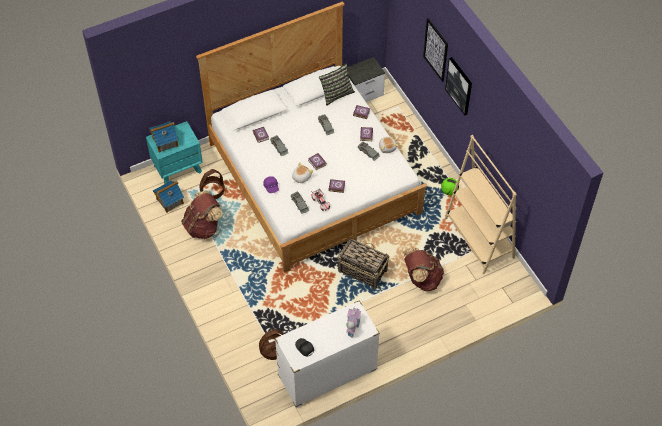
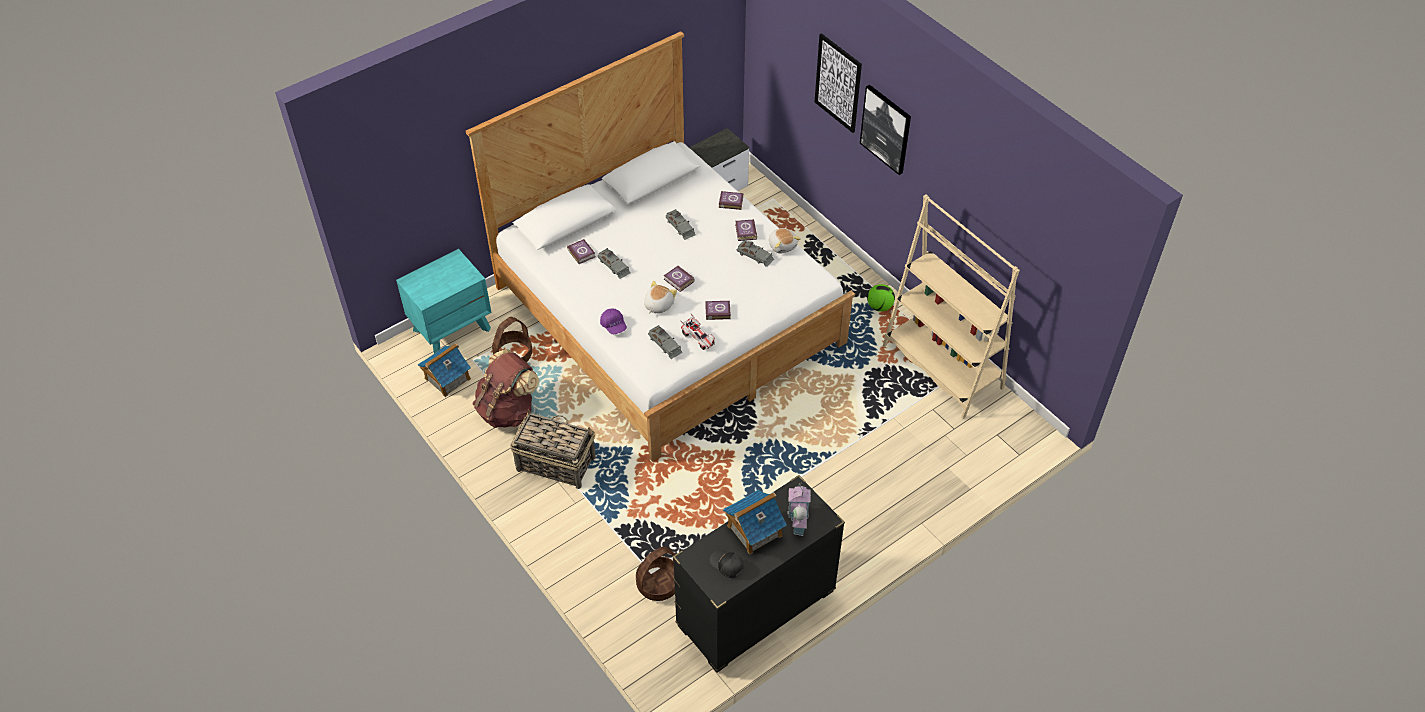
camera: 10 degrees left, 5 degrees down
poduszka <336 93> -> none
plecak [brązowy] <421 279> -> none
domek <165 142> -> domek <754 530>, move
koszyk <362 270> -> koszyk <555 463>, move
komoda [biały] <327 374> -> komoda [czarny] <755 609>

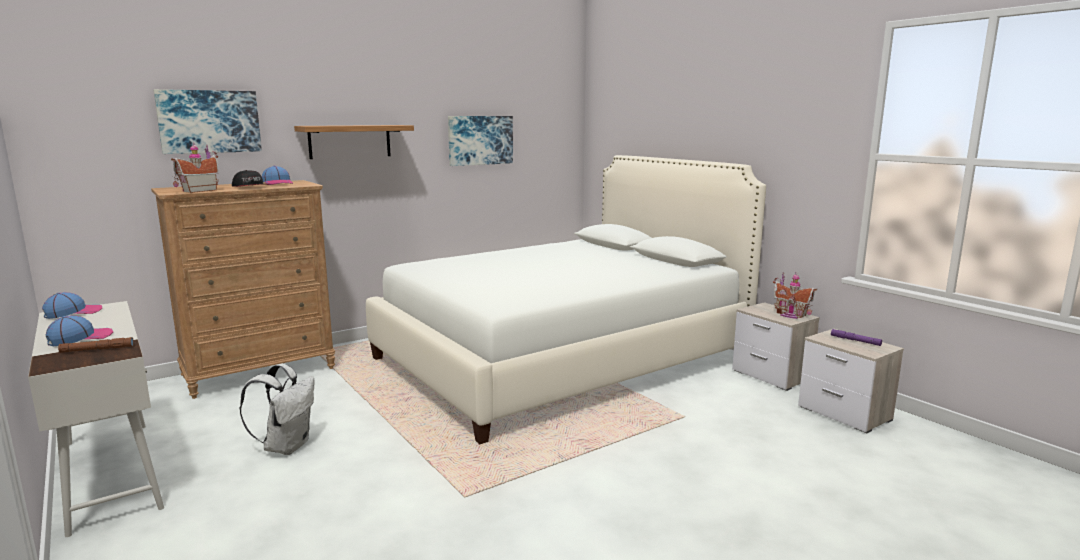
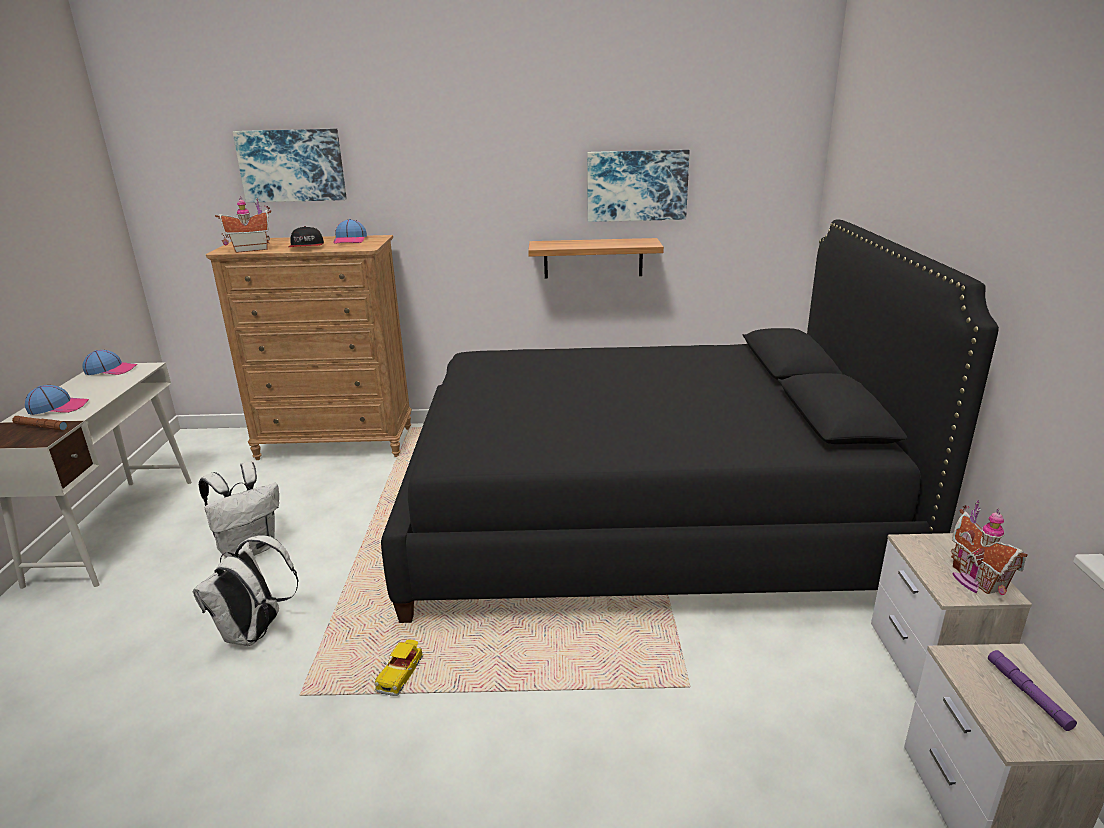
camera: 35 degrees right, 10 degrees up
none -> plecak [biały] <255 633>
none -> samochodzik <401 674>
półka <350 141> -> półka <593 258>, move
łóżko [biały] <561 359> -> łóżko [czarny] <641 518>

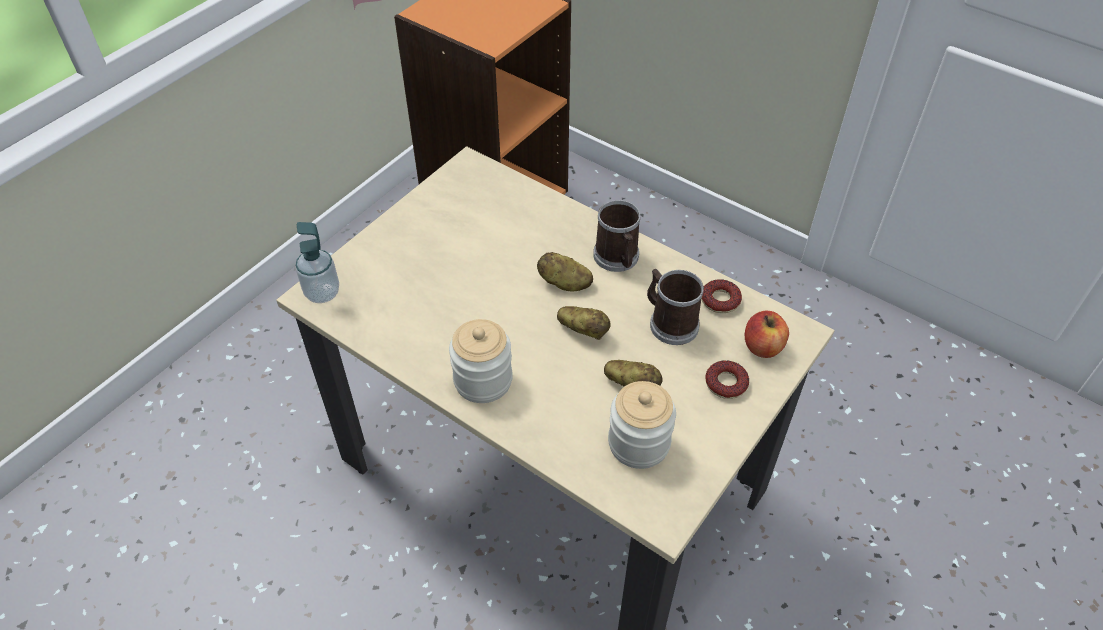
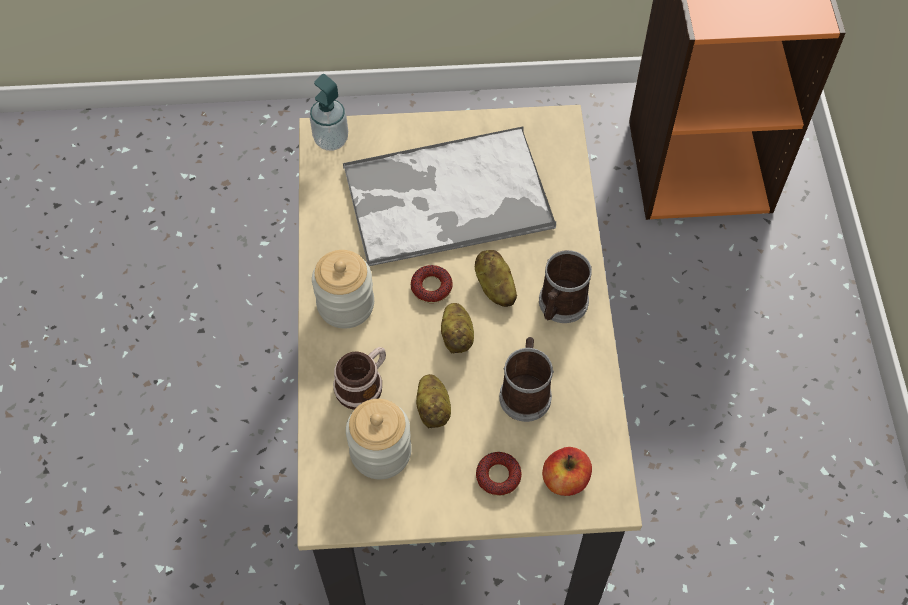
camera: 50 degrees right, 10 degrees up
none -> kubek <363 384>
none -> taca <445 198>
donut <720 300> -> donut <431 287>, move

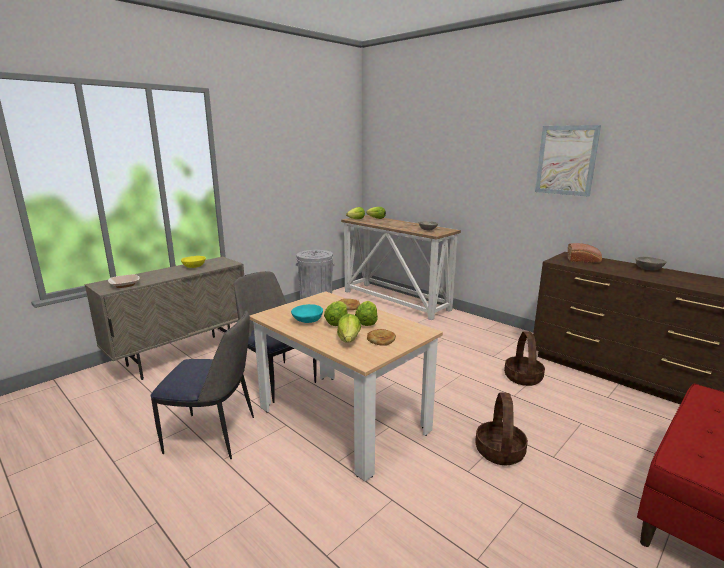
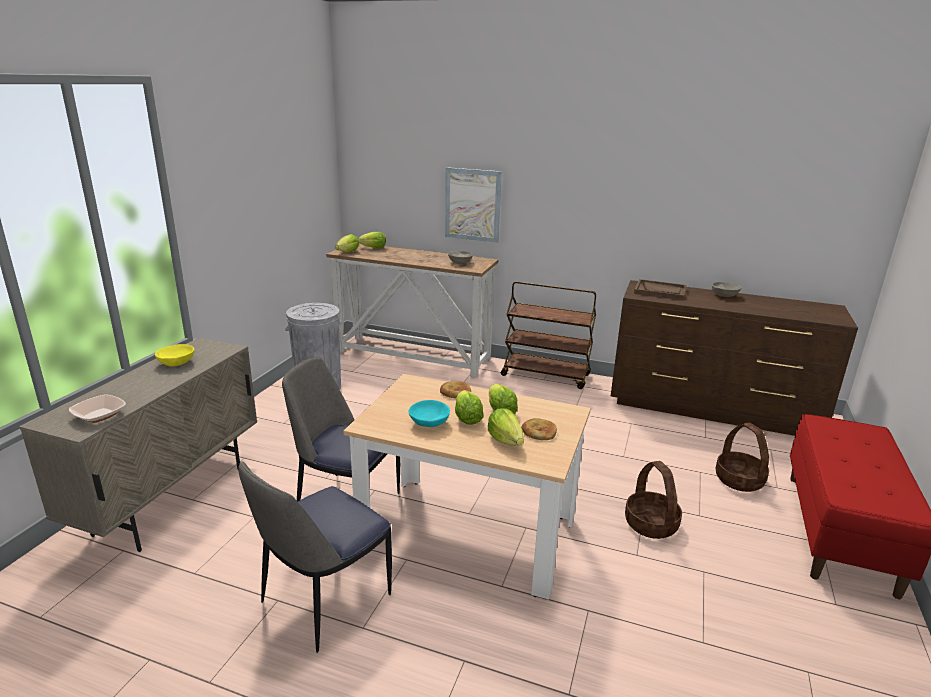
camera: 25 degrees left, 5 degrees up
none -> wózek [brązowy] <546 375>
koszyk <523 378> -> koszyk <739 480>, move
obraz <566 160> -> obraz <472 205>, move
chleb <584 260> -> taca [brązowy] <660 291>
krzesło <213 435> -> krzesło <323 601>, 150 degrees clockwise

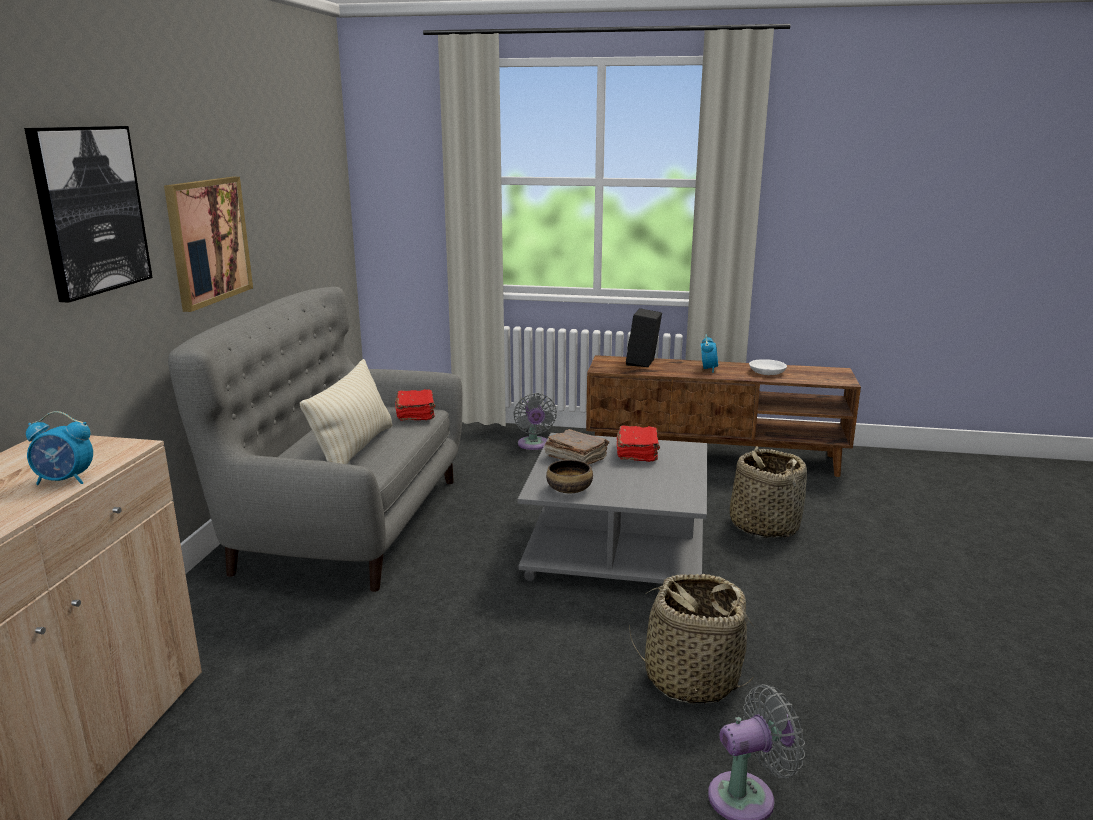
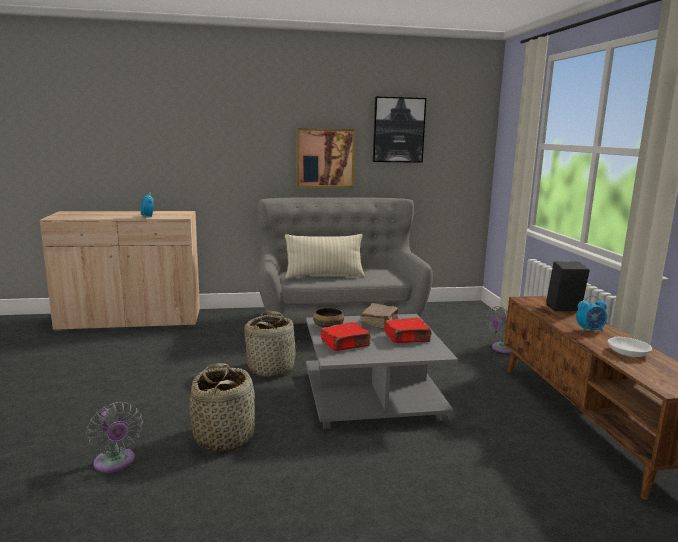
camera: 70 degrees right, 5 degrees down
obraz <90 210> -> obraz <398 130>, move
książka [czerwony] <416 414> -> książka [czerwony] <345 345>, move
koszyk <764 525> -> koszyk <271 368>, move

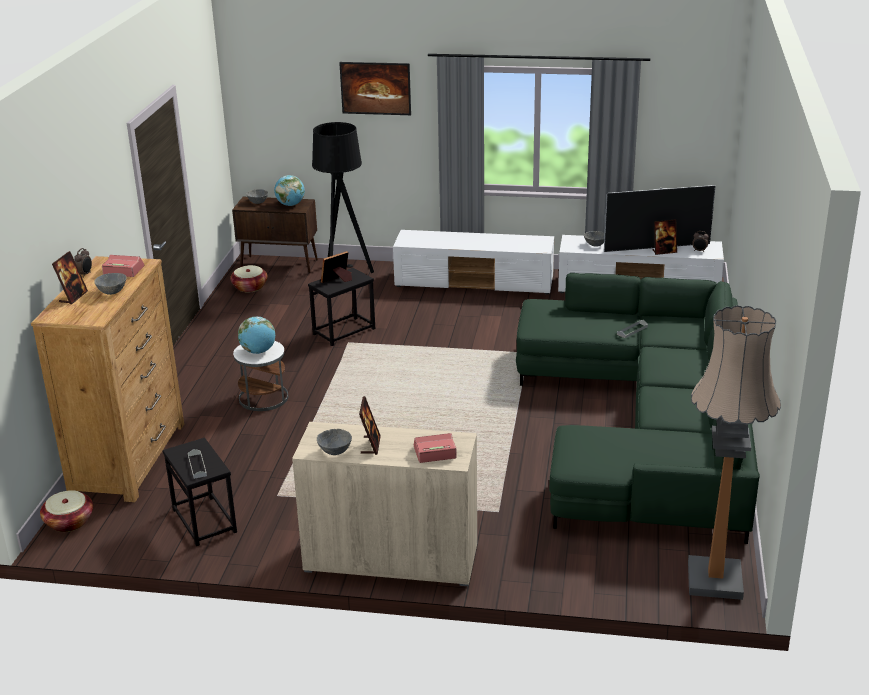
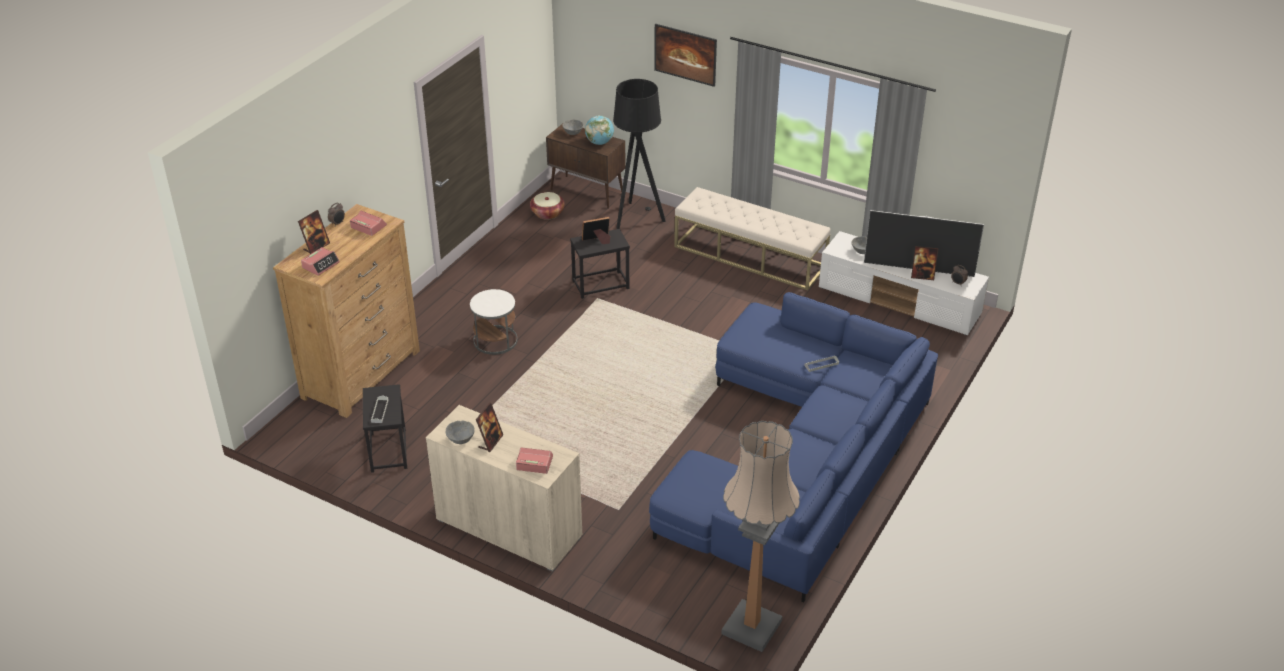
camera: 20 degrees right, 10 degrees up
koszyk <69 522> -> none
miska [szary] <112 292> -> none
globus <258 351> -> none
none -> budzik <321 265>
szafka pod telewizor [biały] <475 282> -> ławka [beżowy] <750 256>
kanapa [zielony] <647 427> -> kanapa [niebieski] <800 460>

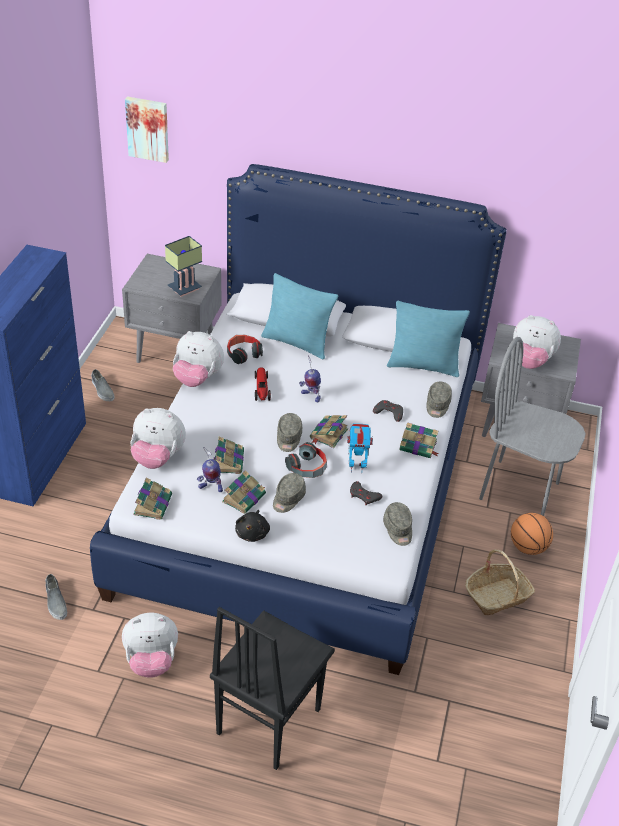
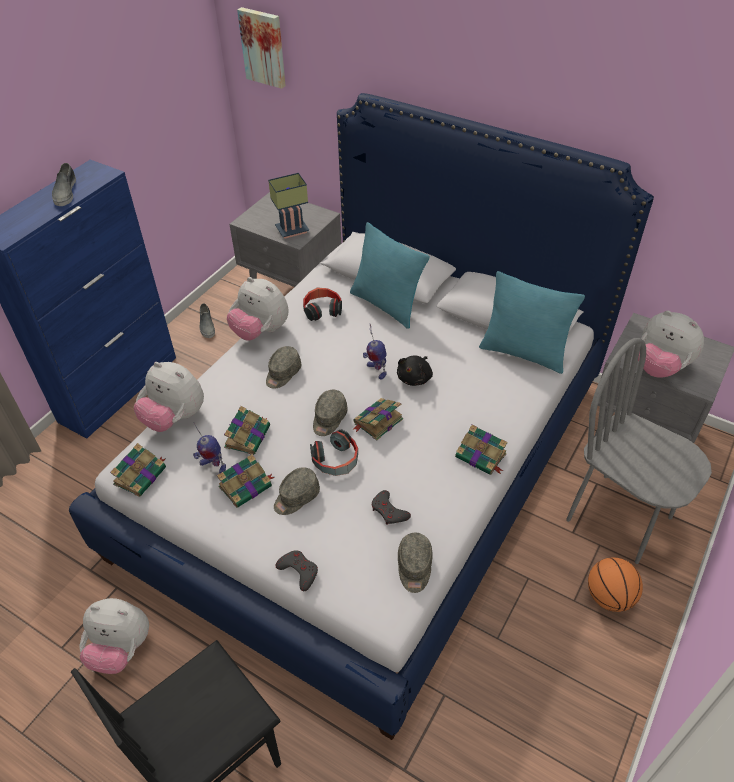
camera: 20 degrees right, 5 degrees up
samochodzik <261 389> -> none
robot zabawkowy <356 467> -> none
koszyk <497 596> -> none
but [szary] <55 601> -> but [szary] <65 192>, move
pluszak [czarny] <252 533> -> pluszak [czarny] <415 378>, move
pad do gier [szary] <389 412> -> pad do gier [szary] <298 571>, move
czapka z daszkiem [szary] <437 405> -> czapka z daszkiem [szary] <282 374>, move

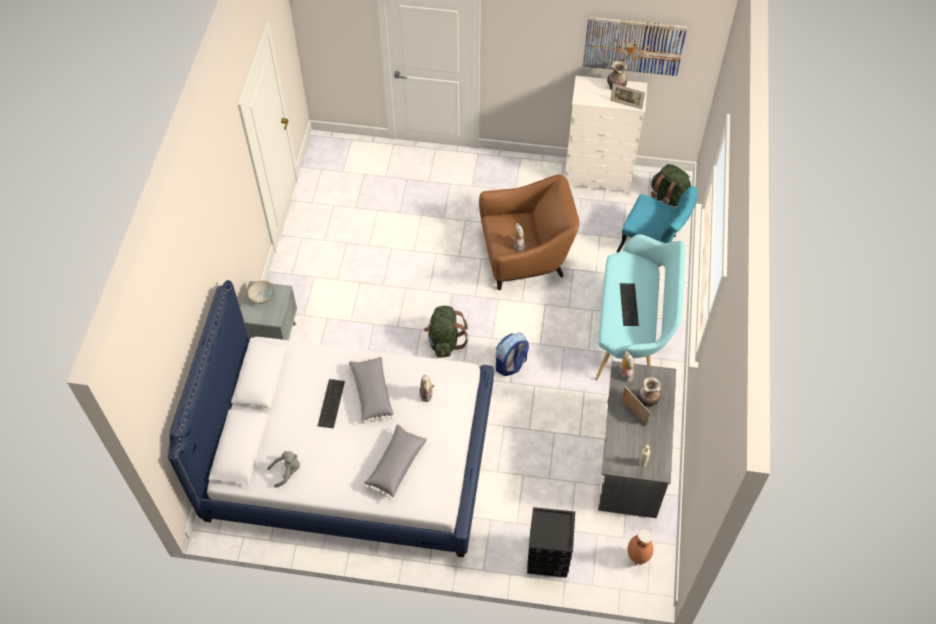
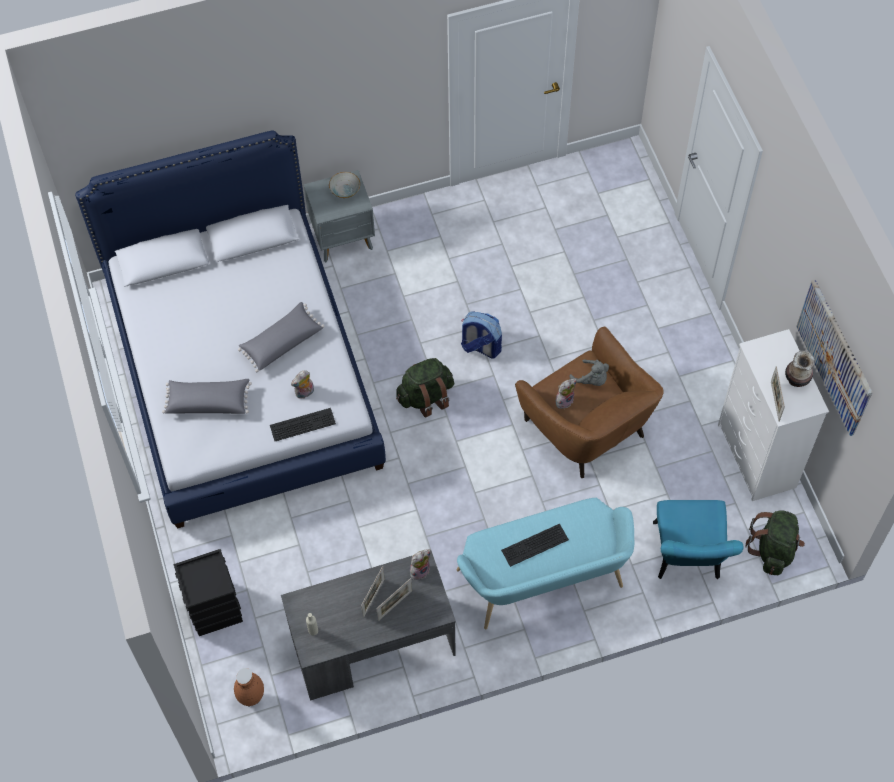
camera: 65 degrees right, 5 degrees up
pluszak [szary] <287 471> -> pluszak [szary] <591 379>, move
klawiatura <330 402> -> klawiatura <303 423>, move
plecak <511 364> -> plecak <480 347>, move
wazon <646 401> -> ramka na zdjęcie <395 605>

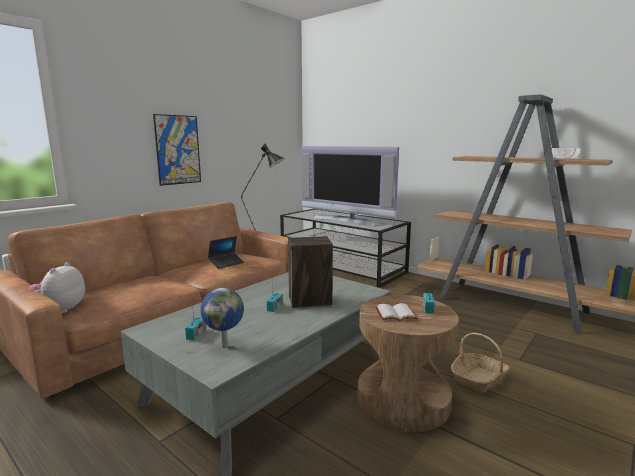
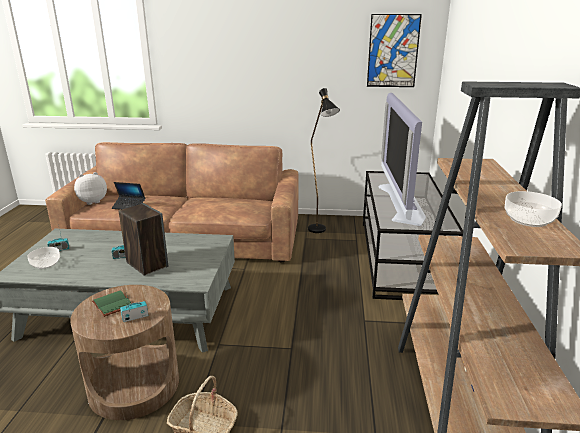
camera: 55 degrees right, 10 degrees up
obraz <178 150> -> obraz <393 51>, move
laptop <226 263> -> laptop <129 206>, move
globus <225 345> -> miska <46 264>
książka [biały] <395 314> -> książka [zielony] <111 304>

